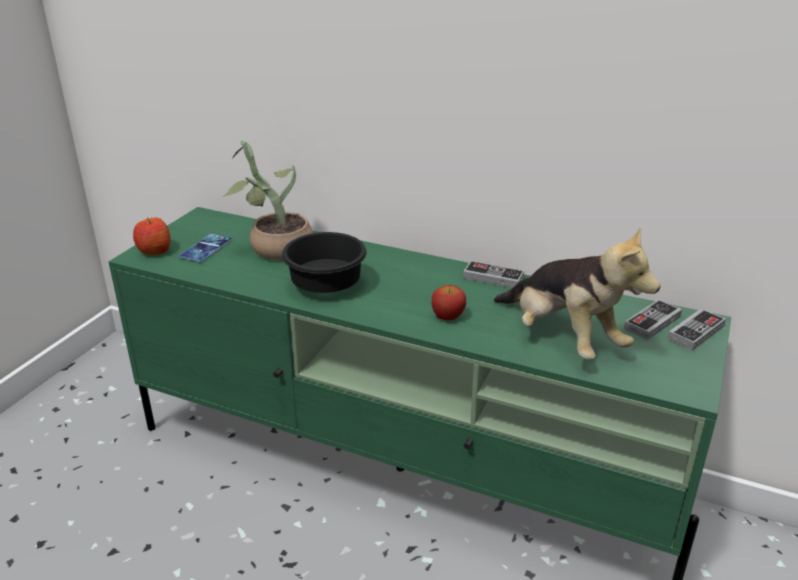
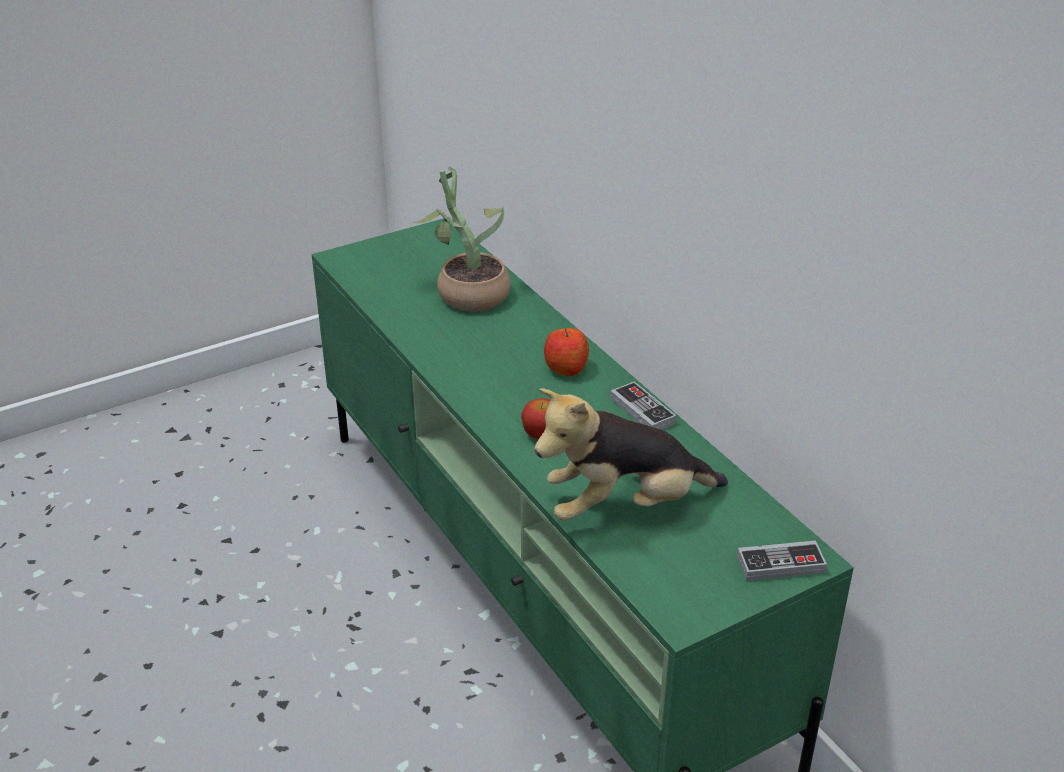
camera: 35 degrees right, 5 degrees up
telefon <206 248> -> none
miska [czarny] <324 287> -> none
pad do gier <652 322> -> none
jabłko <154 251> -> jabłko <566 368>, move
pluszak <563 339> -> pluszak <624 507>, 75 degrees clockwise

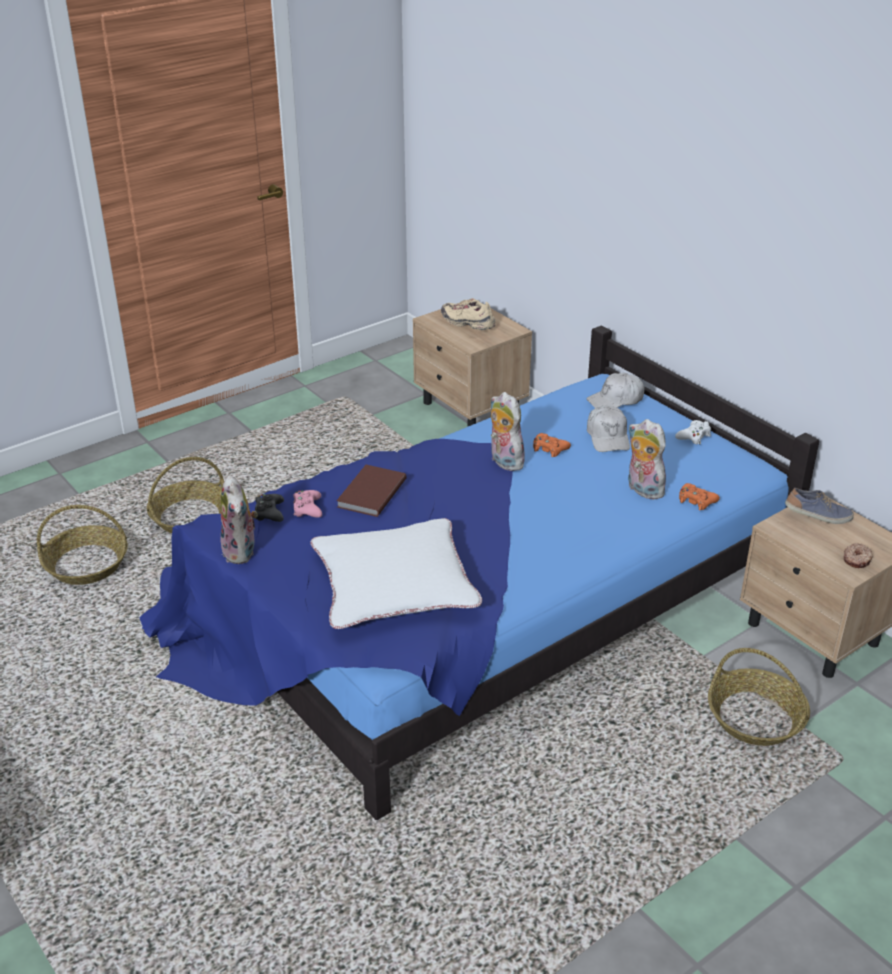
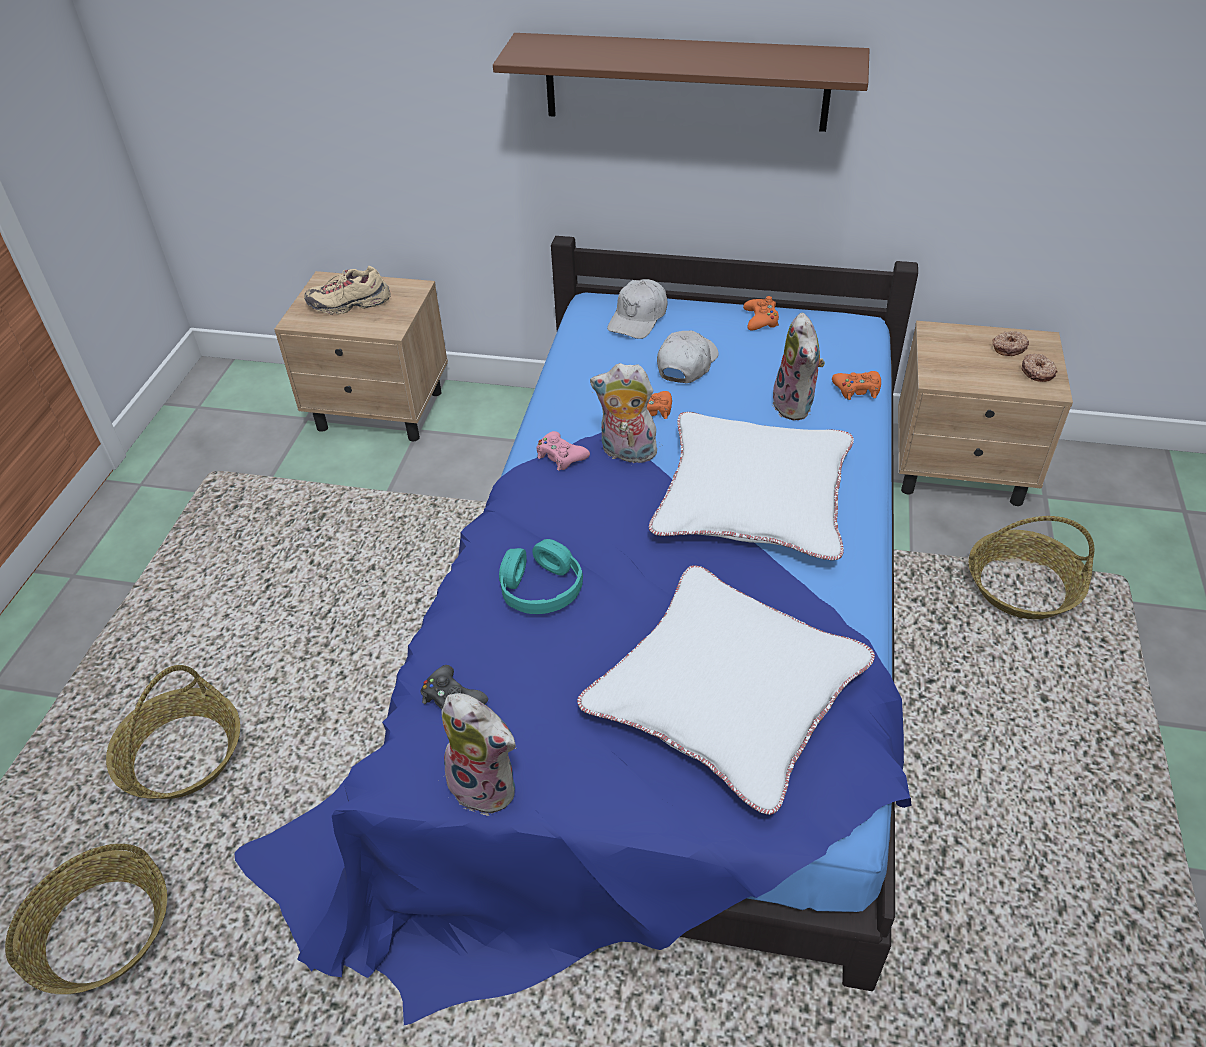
camera: 40 degrees left, 10 degrees up
but <818 516> -> none
none -> półka [brązowy] <685 82>
none -> poduszka [biały] <753 497>
none -> donut <1008 348>
pad do gier [różowy] <307 509> -> pad do gier [różowy] <560 456>, move
książka [brązowy] <370 493> -> słuchawki [turkusowy] <541 588>
pad do gier [biały] <694 436> -> pad do gier [pomarańczowy] <761 320>
czapka z daszkiem [biały] <608 437> -> czapka z daszkiem [biały] <686 364>, 105 degrees counterclockwise
pluszak <642 490> -> pluszak <796 406>, 105 degrees counterclockwise

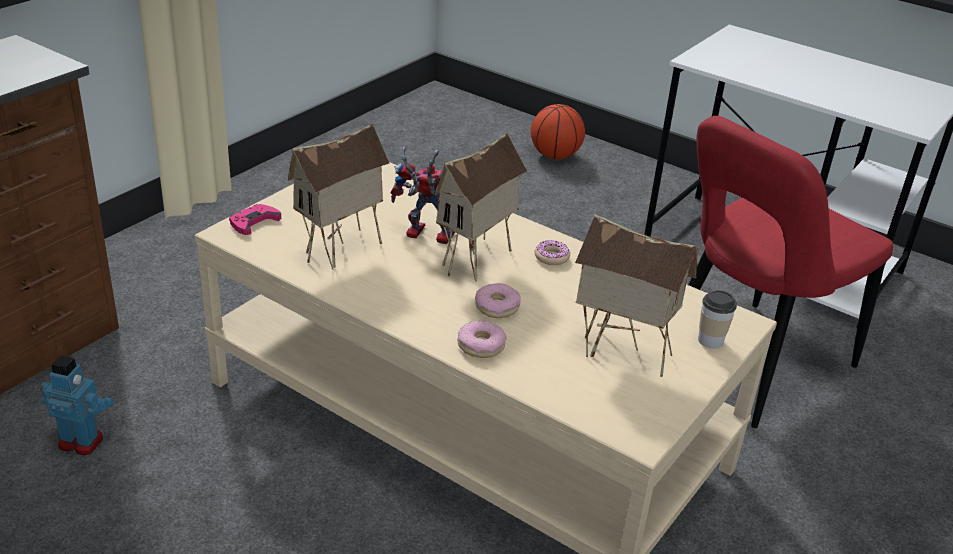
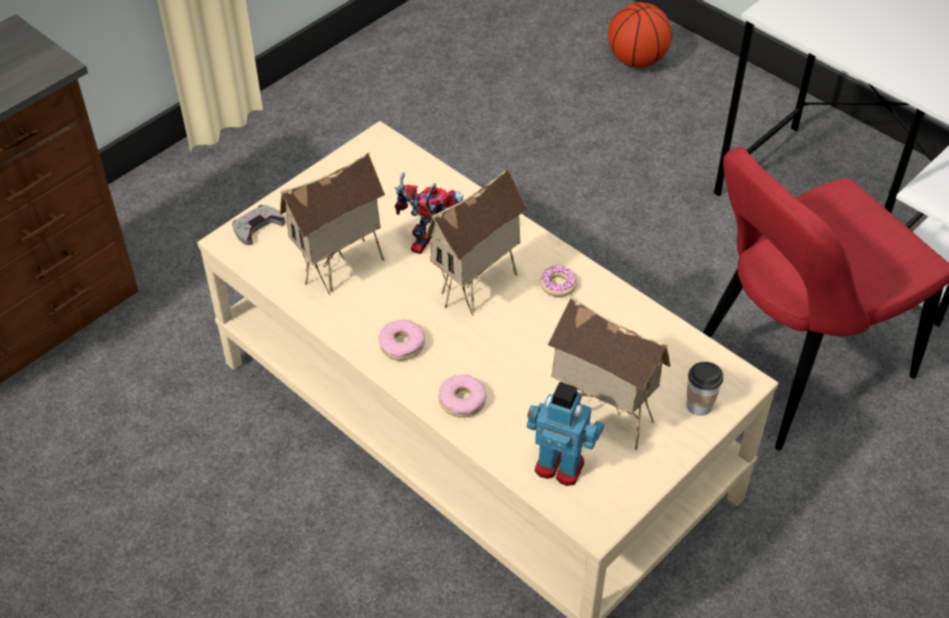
camera: 10 degrees right, 15 degrees up
robot zabawkowy <81 441> -> robot zabawkowy <560 465>, move
donut <497 307> -> donut <402 345>, move
pad do gier [różowy] <254 222> -> pad do gier [szary] <257 227>

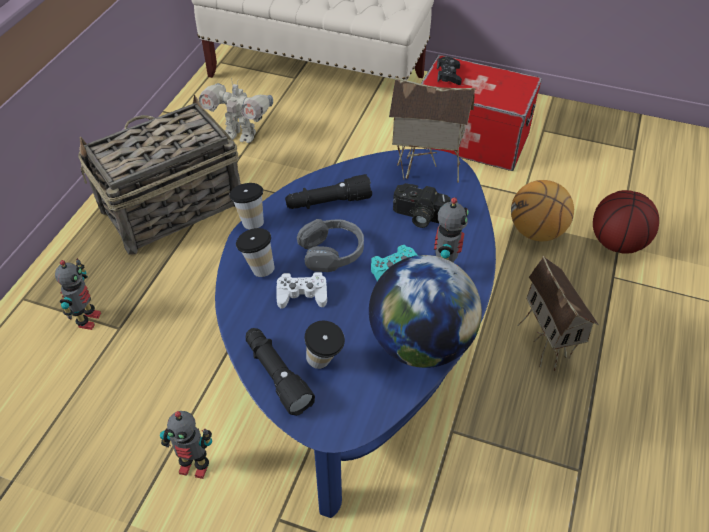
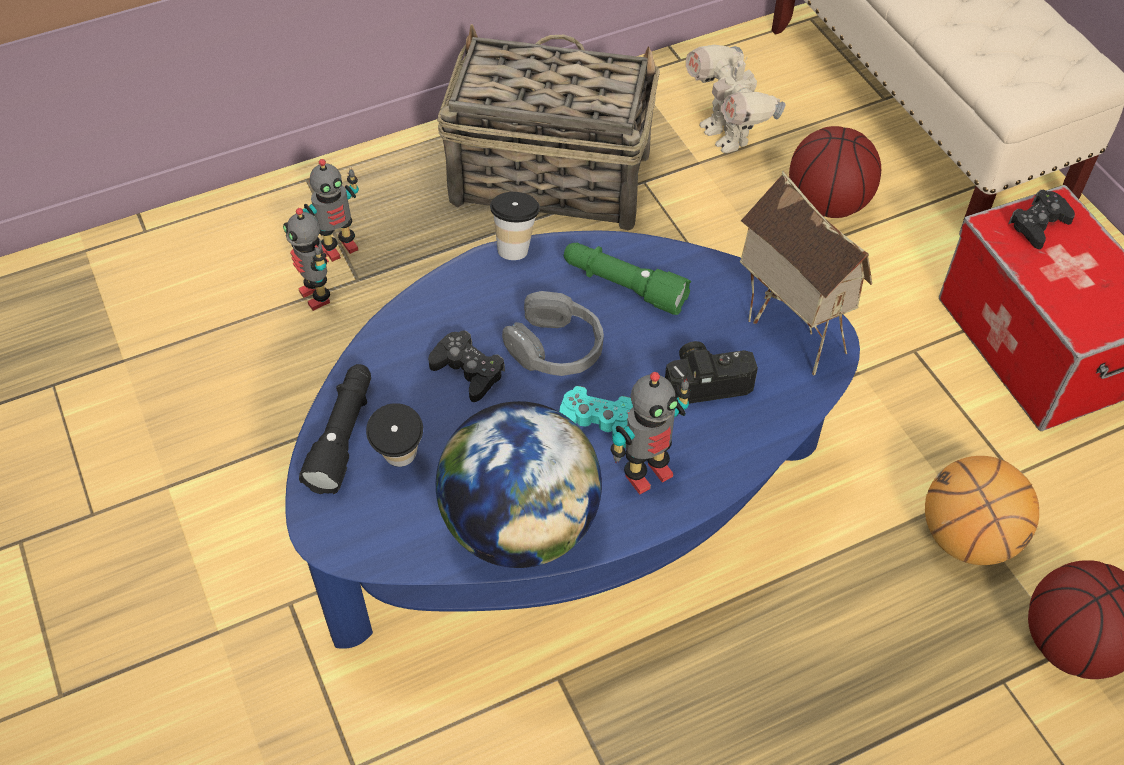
camera: 45 degrees right, 5 degrees up
filiżanka <258 268> -> none
domek <547 346> -> none
none -> piłka do koszykówki <828 204>
robot zabawkowy <194 466> -> robot zabawkowy <317 295>, move
pad do gier [biały] <302 294> -> pad do gier [czarny] <468 371>
latarka [czarny] <328 203> -> latarka [zielony] <623 286>
aparat fotograficzny <418 217> -> aparat fotograficzny <706 380>, 105 degrees clockwise

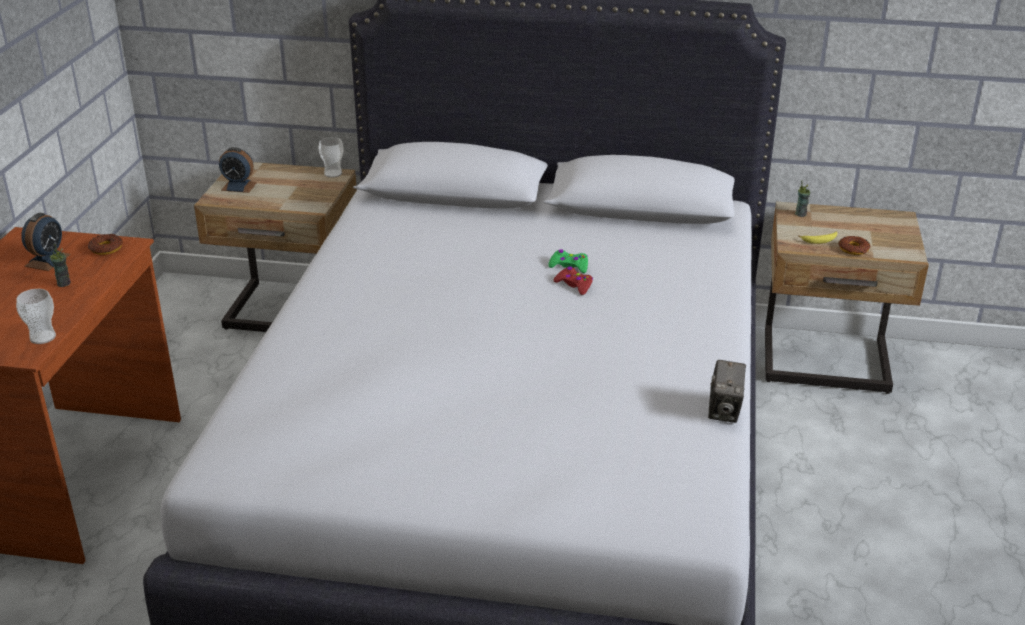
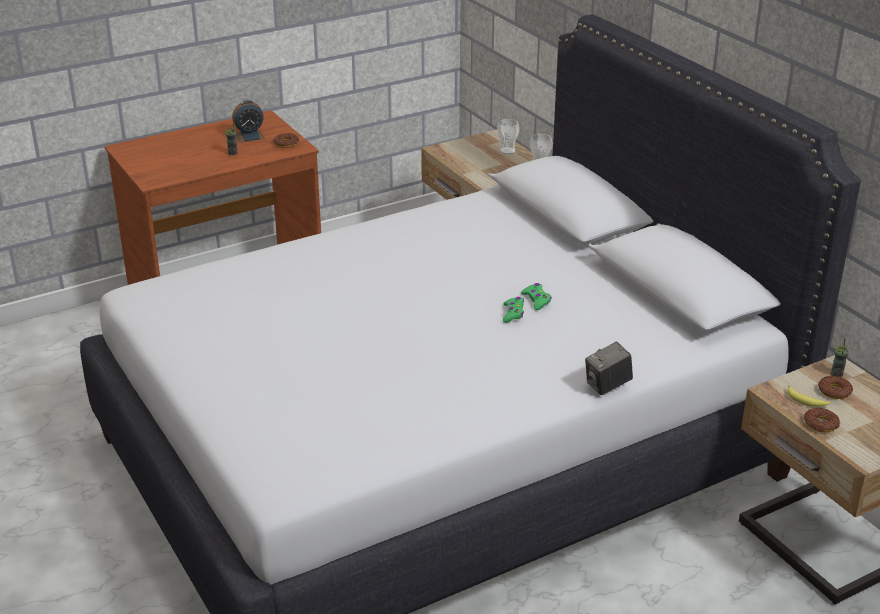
camera: 50 degrees right, 0 degrees up
budzik <239 186> -> none
none -> donut <834 391>
filiżanka <42 337> -> filiżanka <507 151>, move
aparat fotograficzny <724 411> -> aparat fotograficzny <607 386>, move
pad do gier [czerwony] <574 285> -> pad do gier [zielony] <513 313>

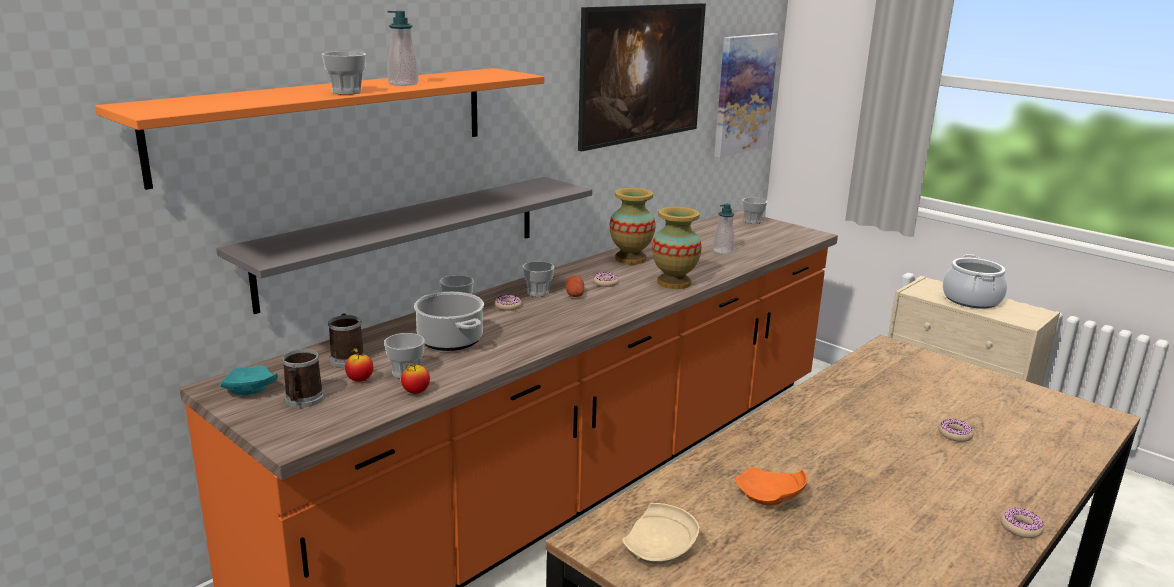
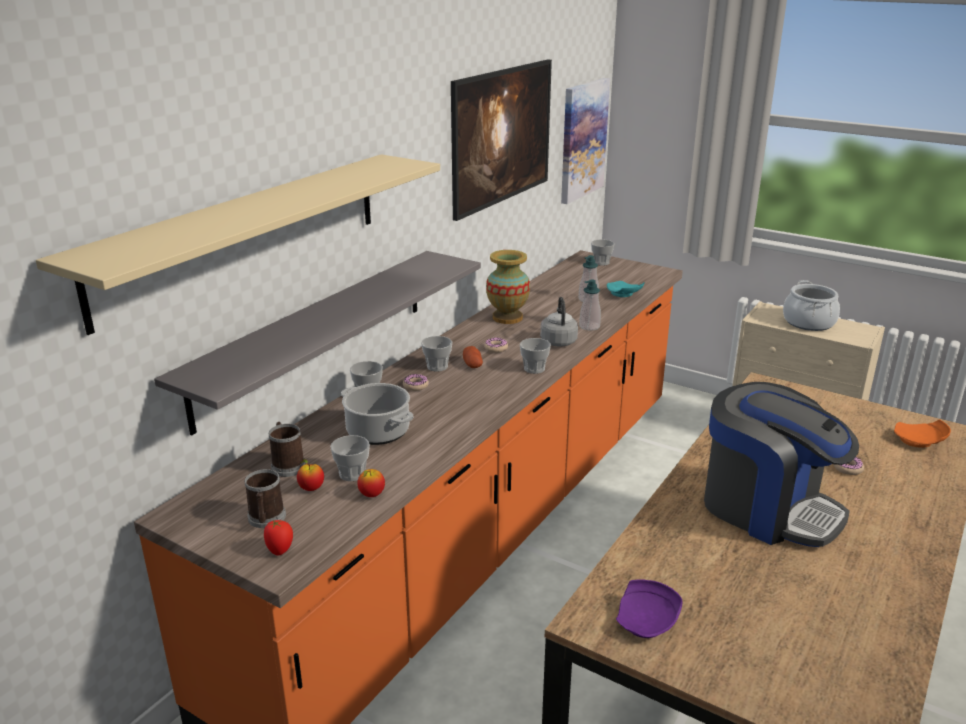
camera: 10 degrees left, 5 degrees up
donut <1020 528> -> none
none -> pomidor <280 550>
none -> ekspres do kawy <767 508>
talerz [turkusowy] <248 390> -> talerz [turkusowy] <623 295>, move
filiżanka <346 92> -> filiżanka <534 369>, move
dozownik mydła <403 84> -> dozownik mydła <589 326>, move
talerz [pomarańczowy] <770 497> -> talerz [pomarańczowy] <919 442>, move
wazon <674 283> -> czajnik [szary] <558 341>
półka [pomarańczowy] <331 121> -> półka [beżowy] <246 233>
talerz [beżowy] <660 548> -> talerz [fioletowy] <647 621>

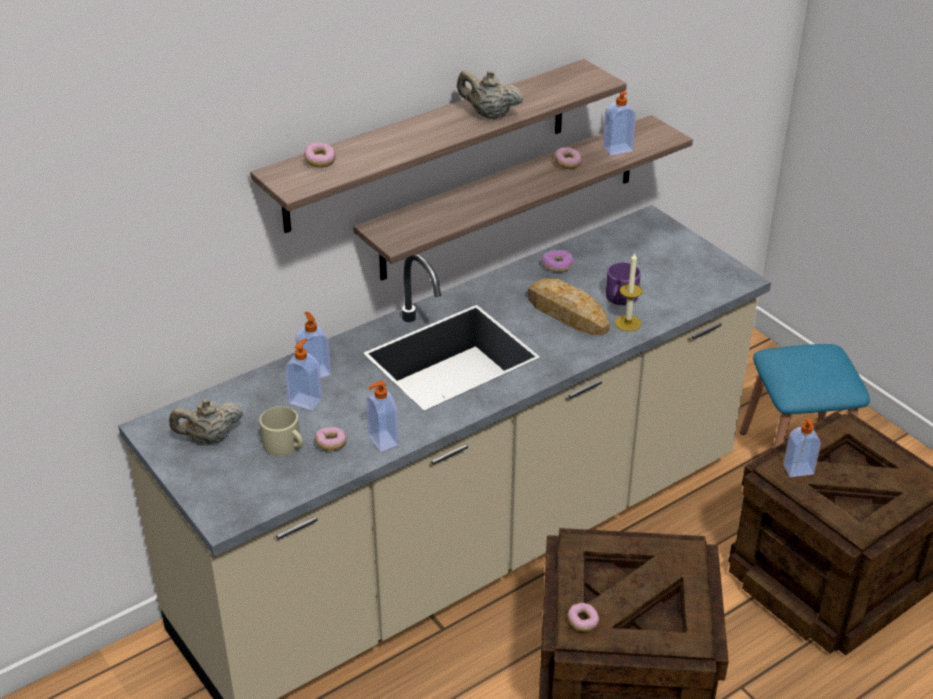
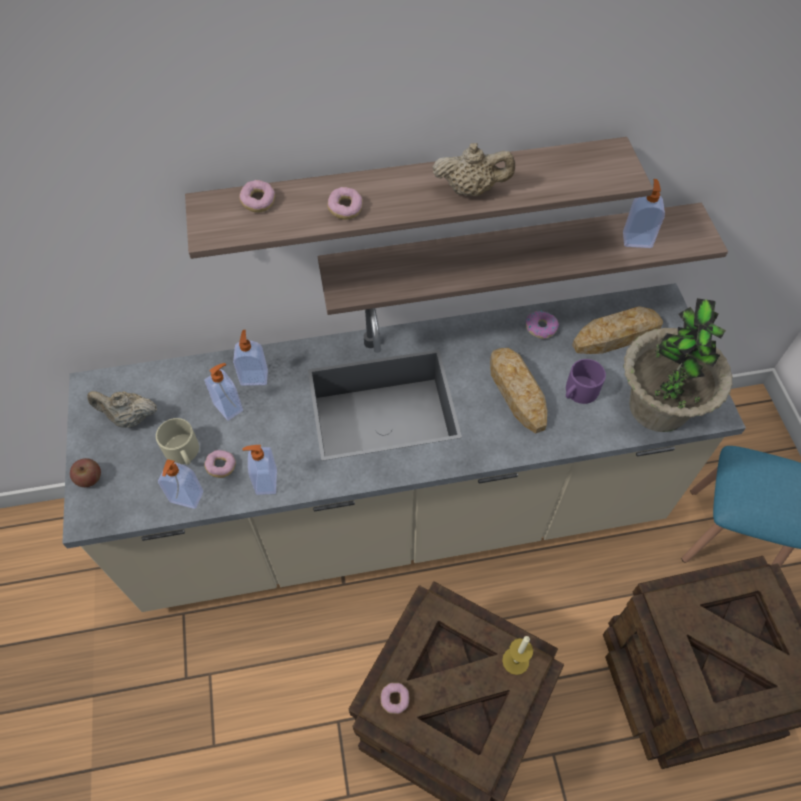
camera: 25 degrees right, 20 degrees up
none -> jabłko <89 478>
none -> chleb <616 336>
none -> roślina doniczkowa <658 407>
donut <567 163> -> donut <345 209>, move
świeca <628 323> -> świeca <515 661>, move
dozownik mydła <798 470> -> dozownik mydła <186 498>, move
imbryk [beżowy] <489 114> -> imbryk [beżowy] <471 190>, 135 degrees clockwise

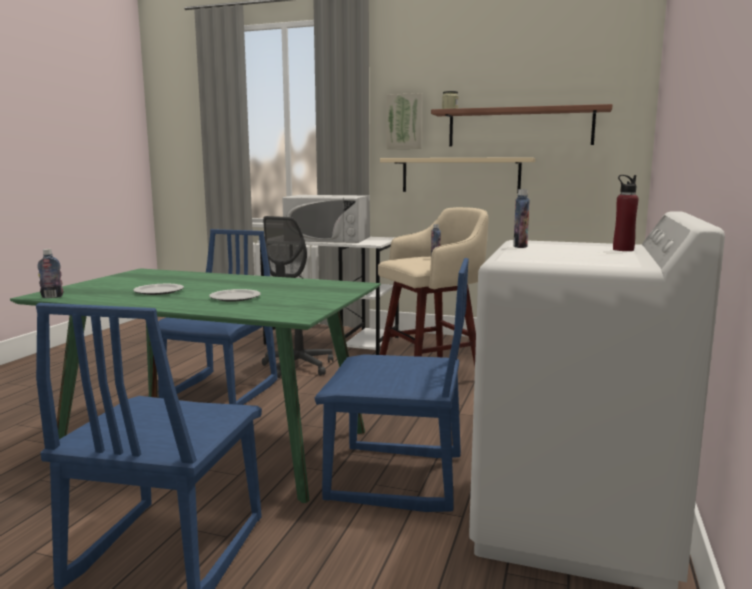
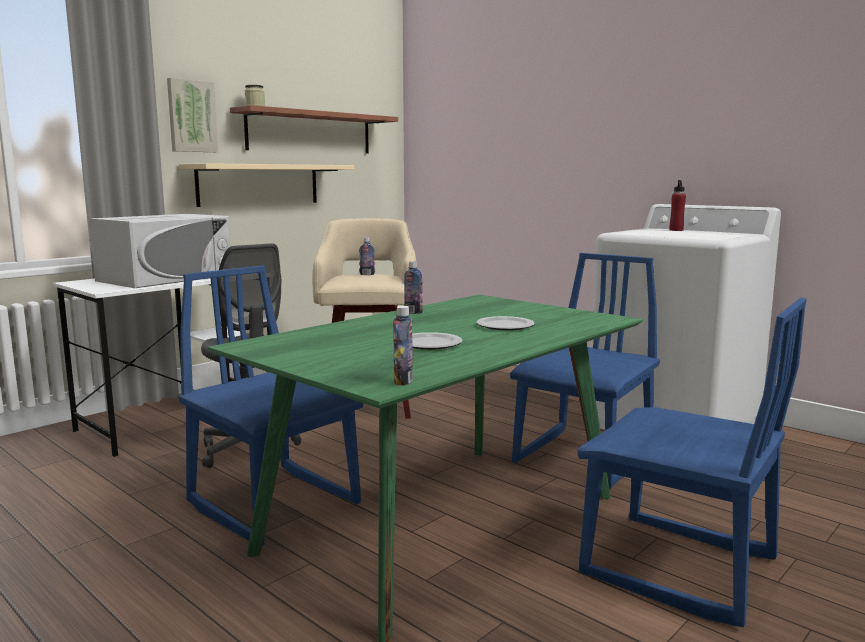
camera: 65 degrees left, 0 degrees up
butelka <520 246> -> butelka <413 312>, move

